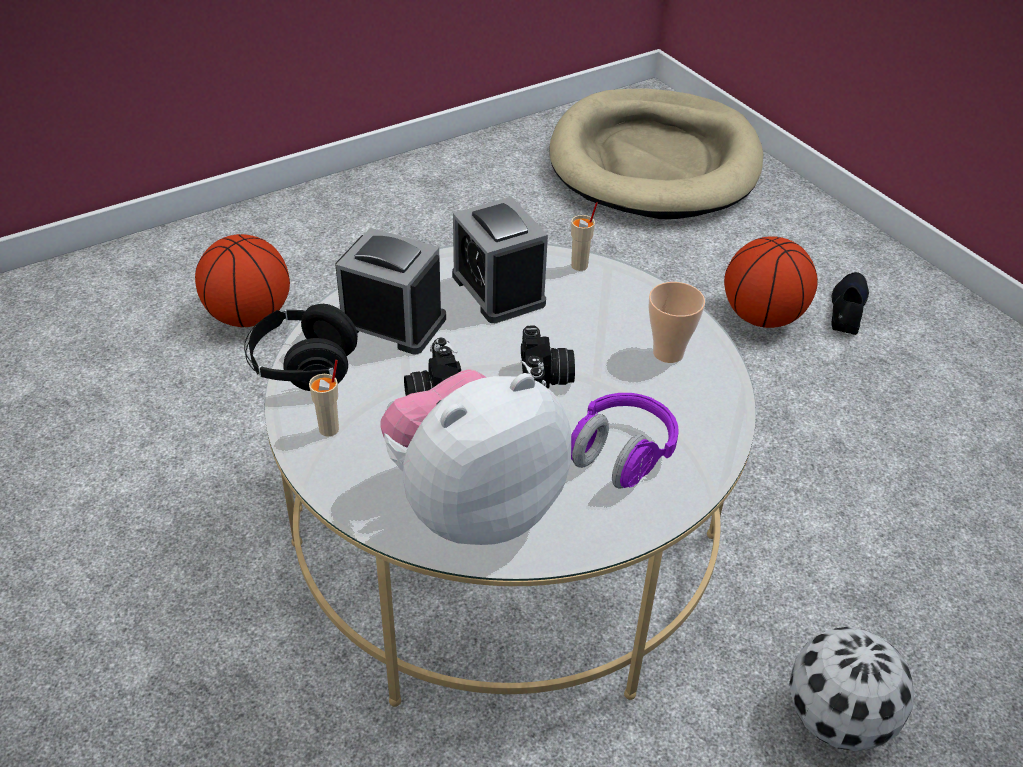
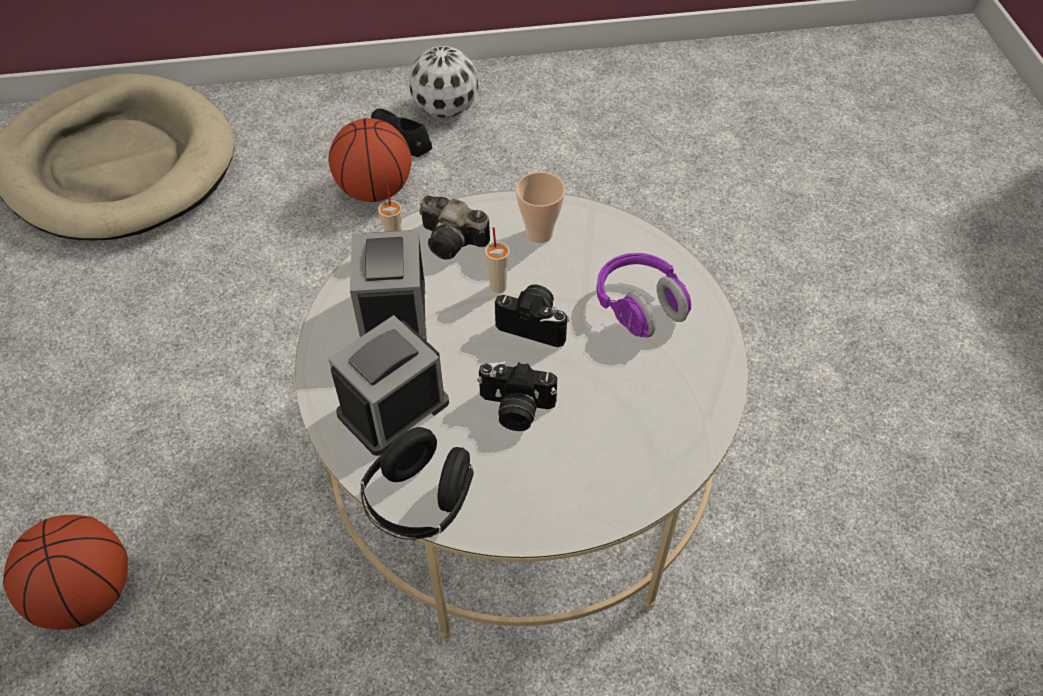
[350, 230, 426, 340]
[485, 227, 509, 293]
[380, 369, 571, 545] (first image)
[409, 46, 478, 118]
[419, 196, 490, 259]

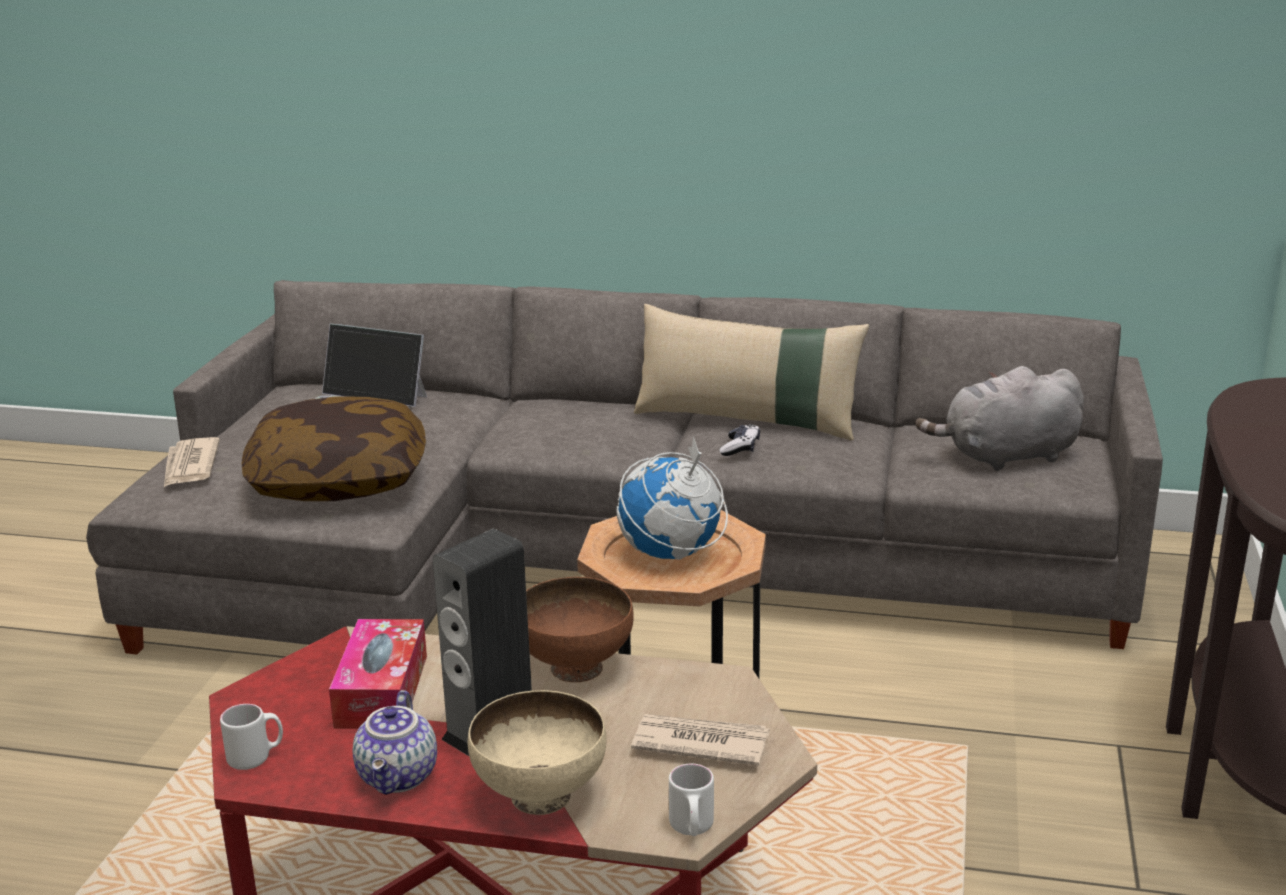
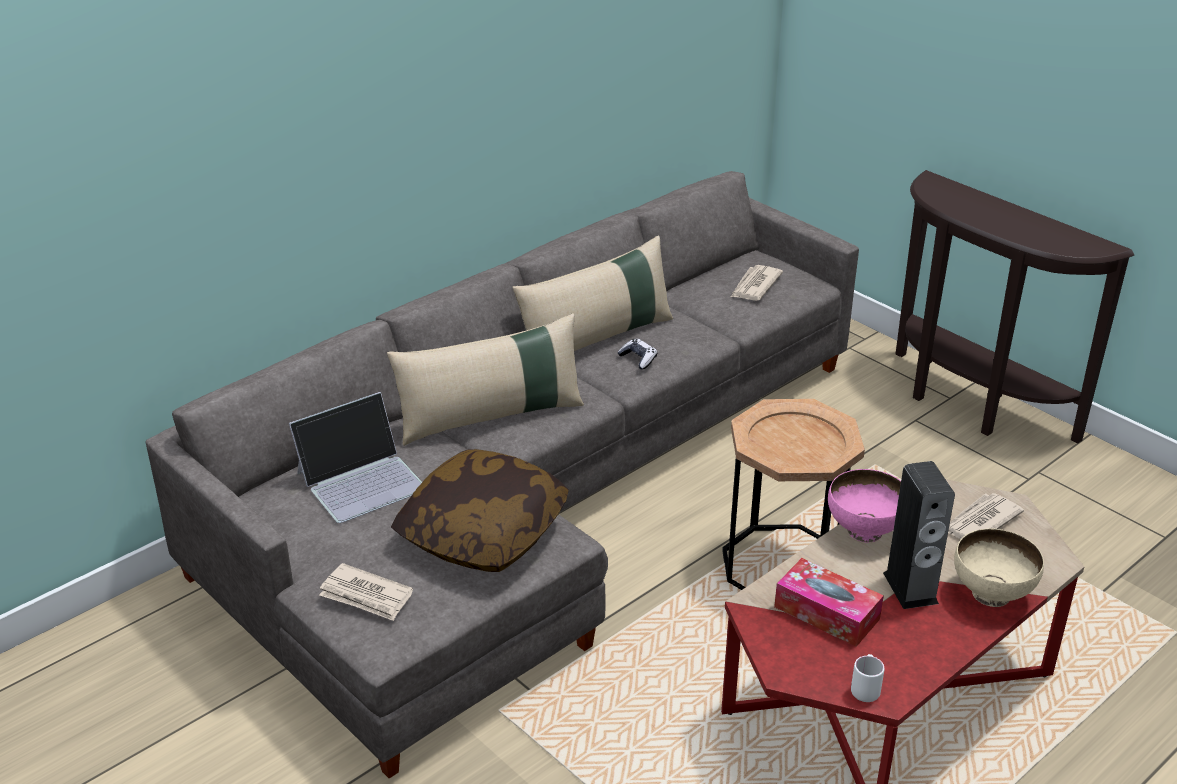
[731, 265, 783, 301]
[616, 436, 728, 560] (first image)
[828, 469, 901, 542]
[353, 690, 437, 795] (first image)
[669, 764, 714, 836] (first image)
[387, 313, 584, 446]

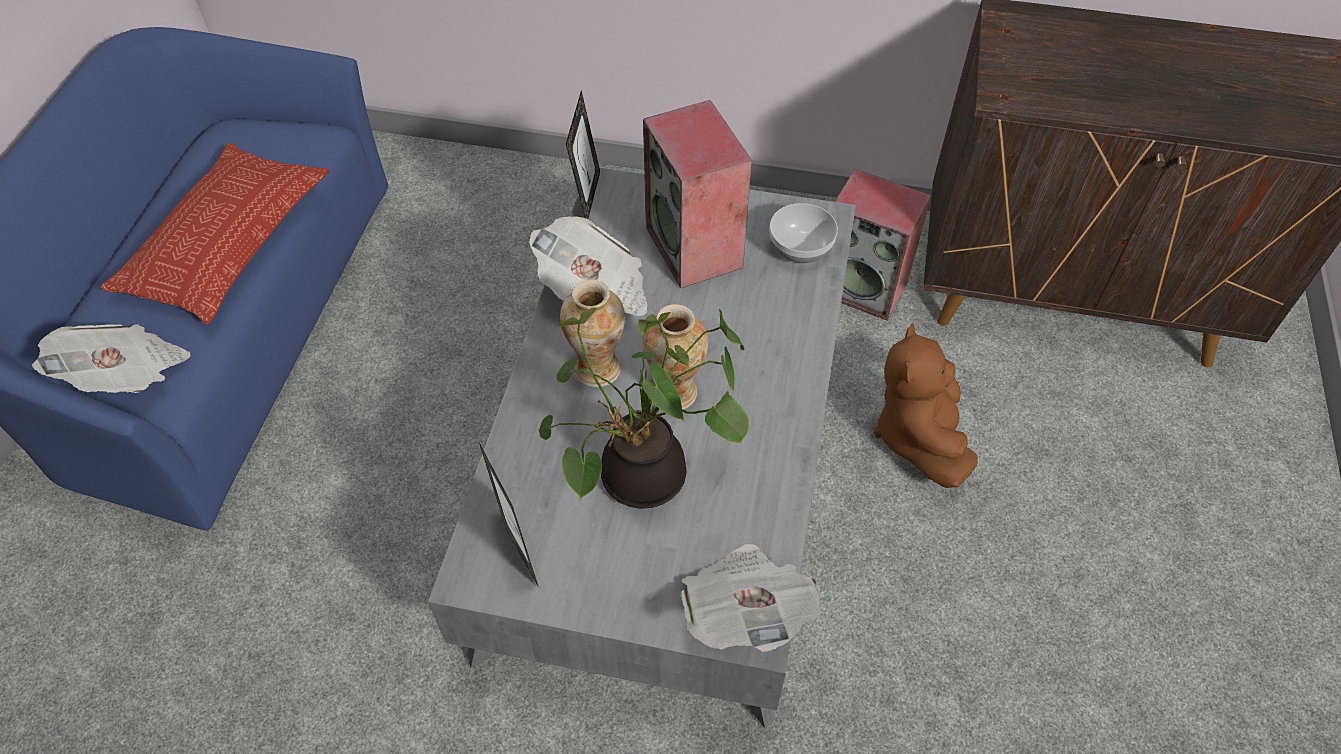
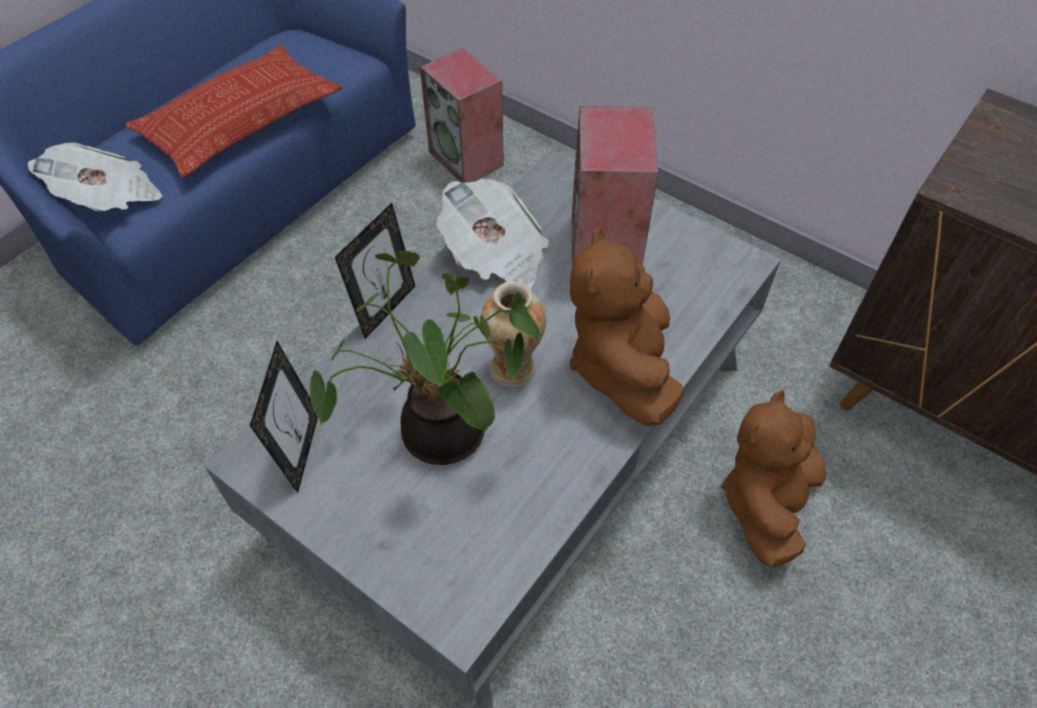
[335, 203, 415, 339]
[420, 48, 504, 183]
[770, 203, 838, 263] (first image)
[560, 280, 625, 387] (first image)
[681, 544, 821, 652] (first image)
[570, 227, 683, 426]

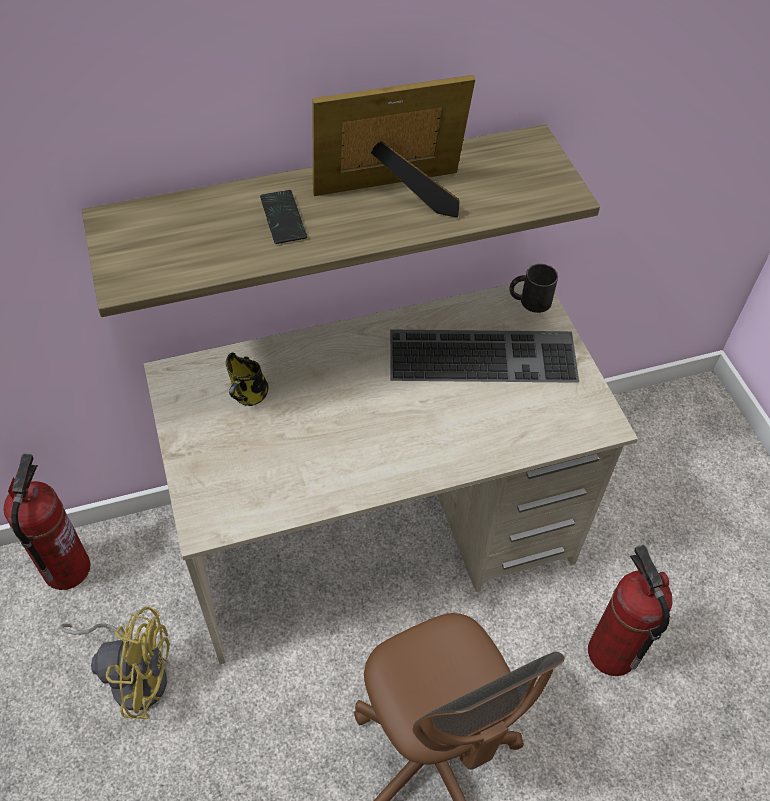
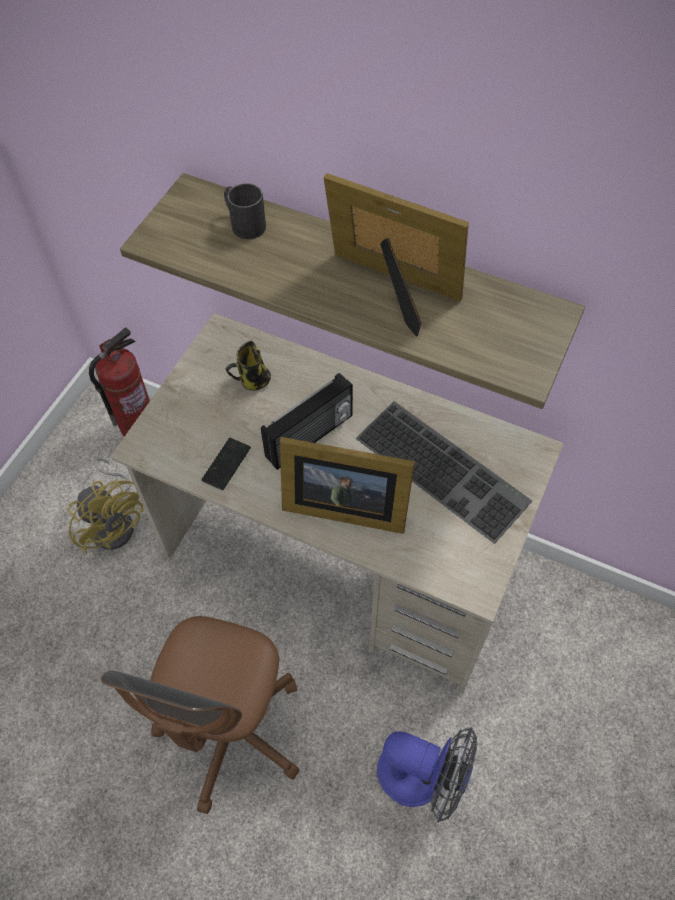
[201, 438, 251, 490]
[224, 183, 266, 239]
[377, 727, 477, 823]
[261, 373, 353, 470]
[280, 437, 415, 534]

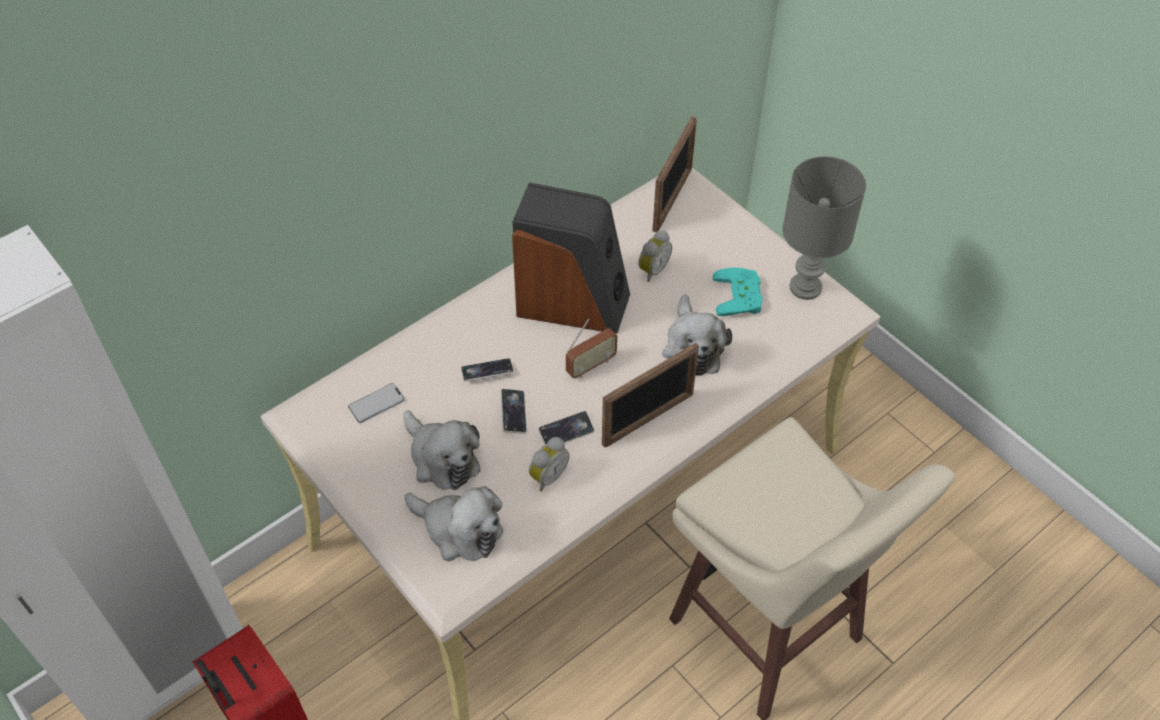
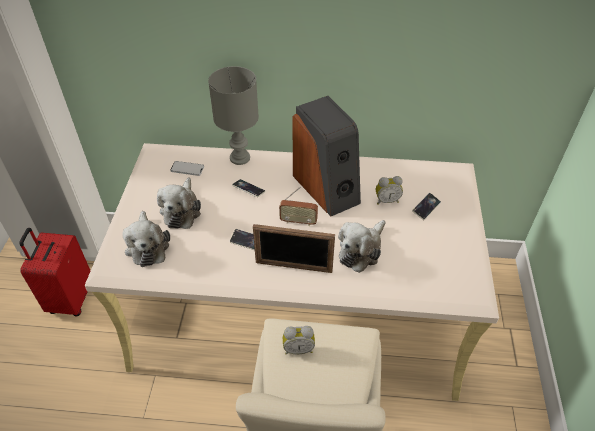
[652, 116, 697, 232] (first image)
[208, 66, 259, 165]
[713, 268, 763, 316] (first image)
[412, 193, 441, 220]
[283, 326, 315, 354]

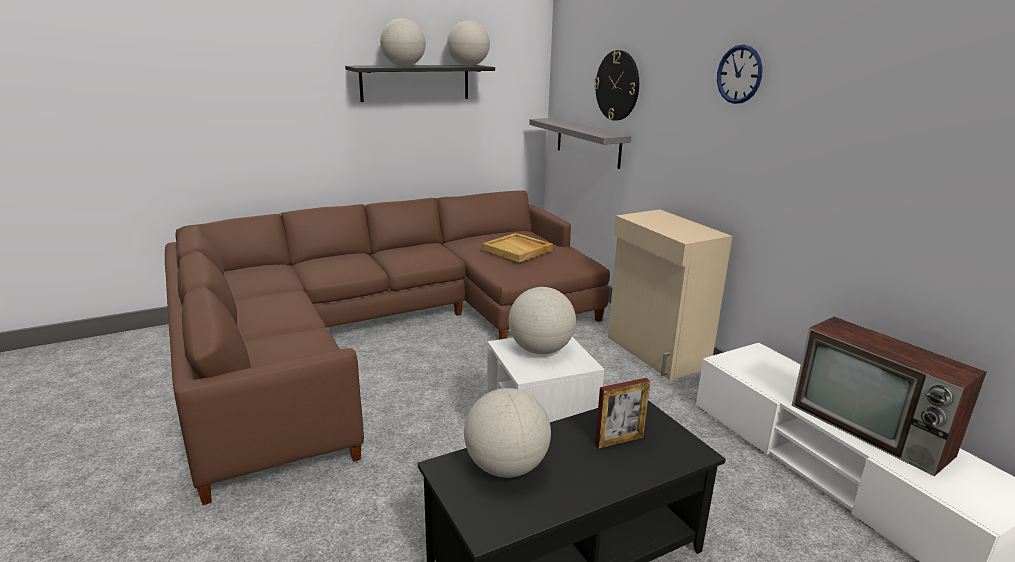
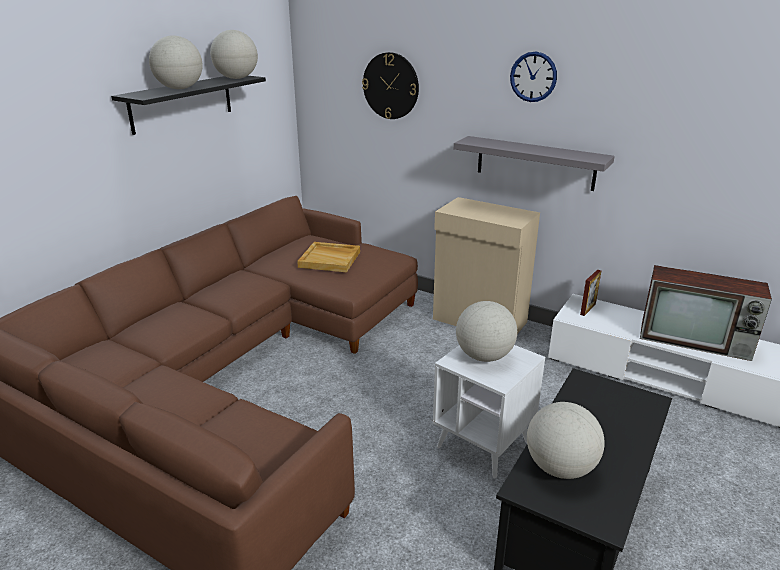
[454, 136, 615, 191]
[580, 270, 601, 316]

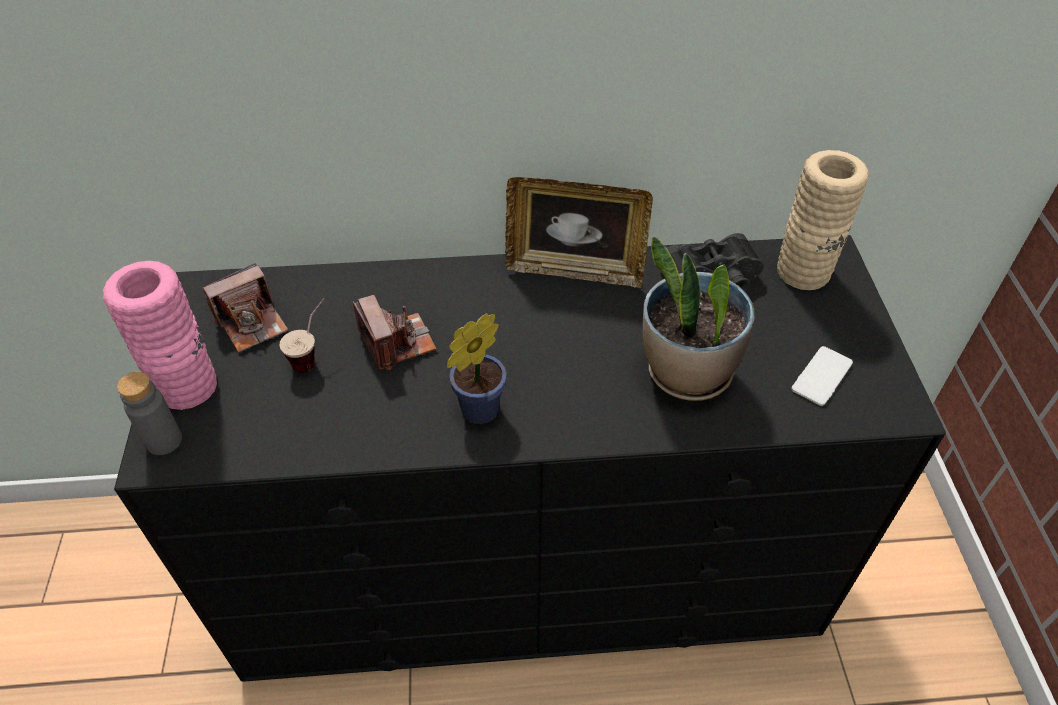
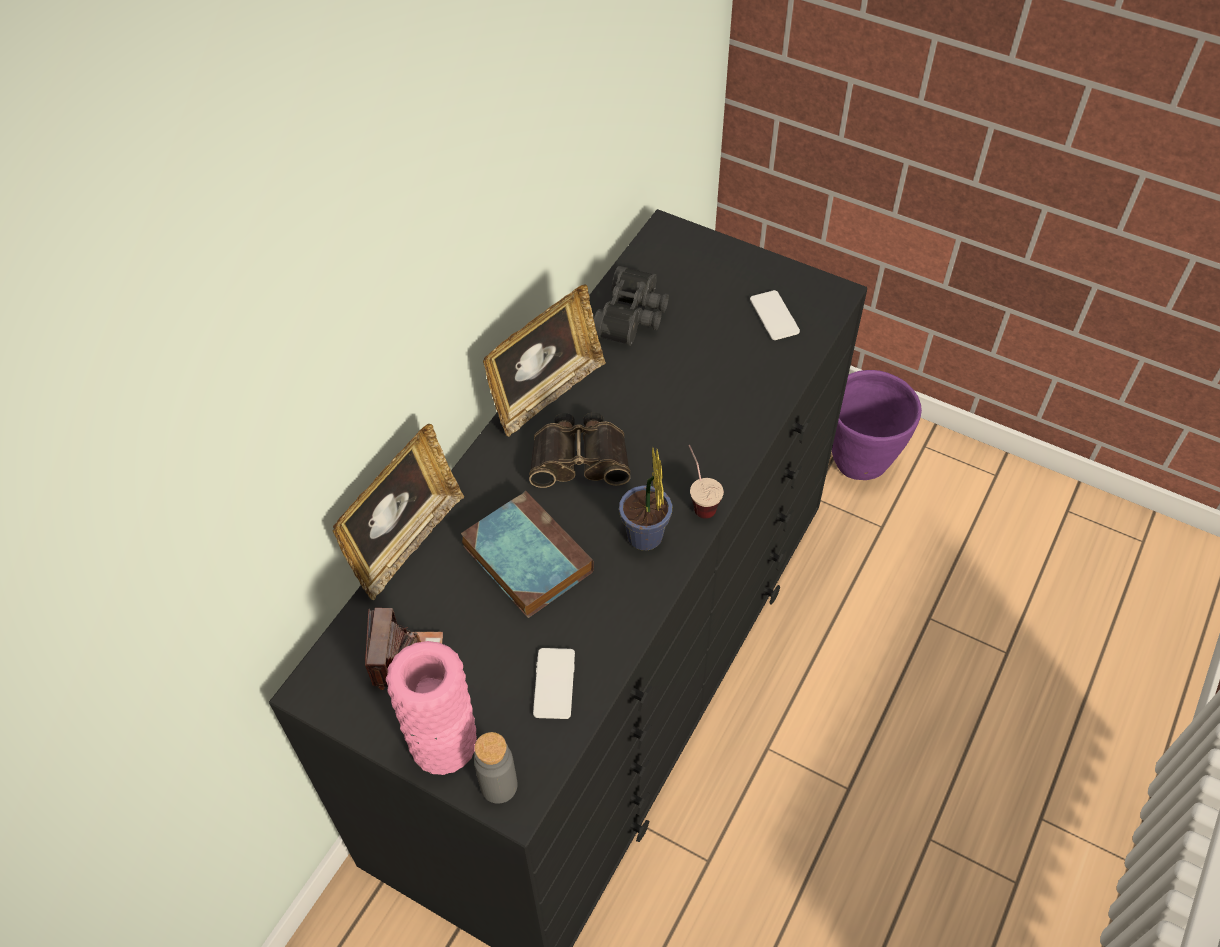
[777, 150, 869, 290] (first image)
[643, 236, 755, 401] (first image)
[461, 491, 594, 618]
[688, 445, 724, 519]
[832, 370, 922, 480]
[529, 412, 630, 488]
[333, 424, 464, 600]
[533, 648, 575, 719]

